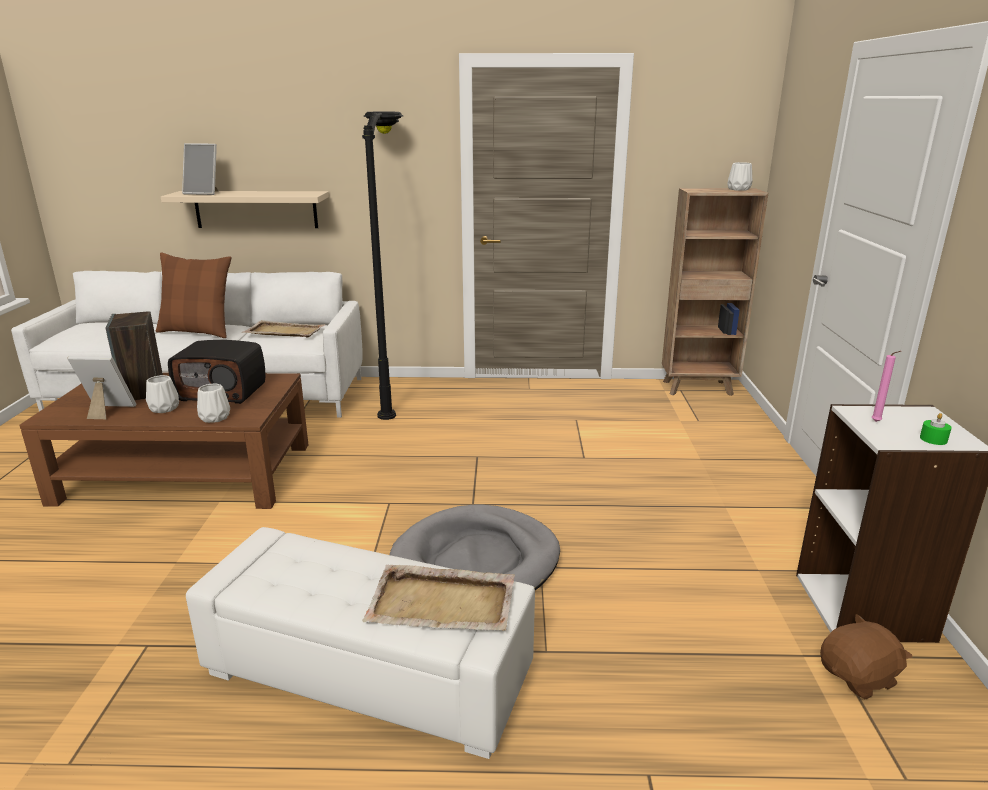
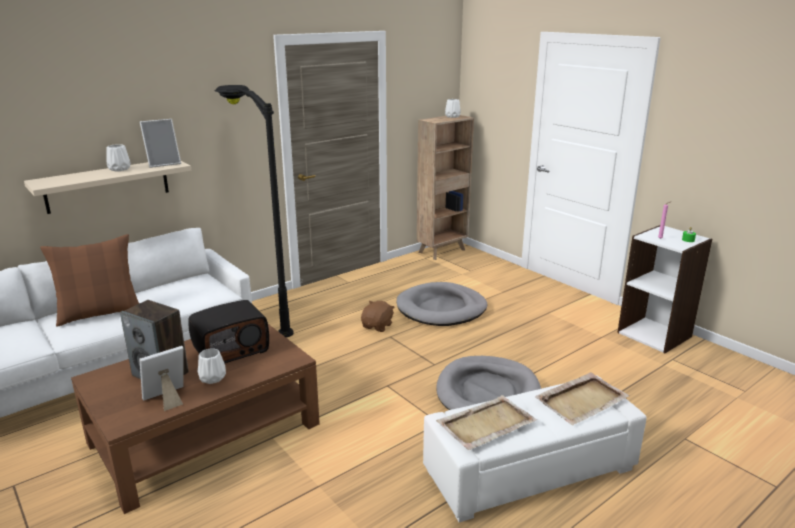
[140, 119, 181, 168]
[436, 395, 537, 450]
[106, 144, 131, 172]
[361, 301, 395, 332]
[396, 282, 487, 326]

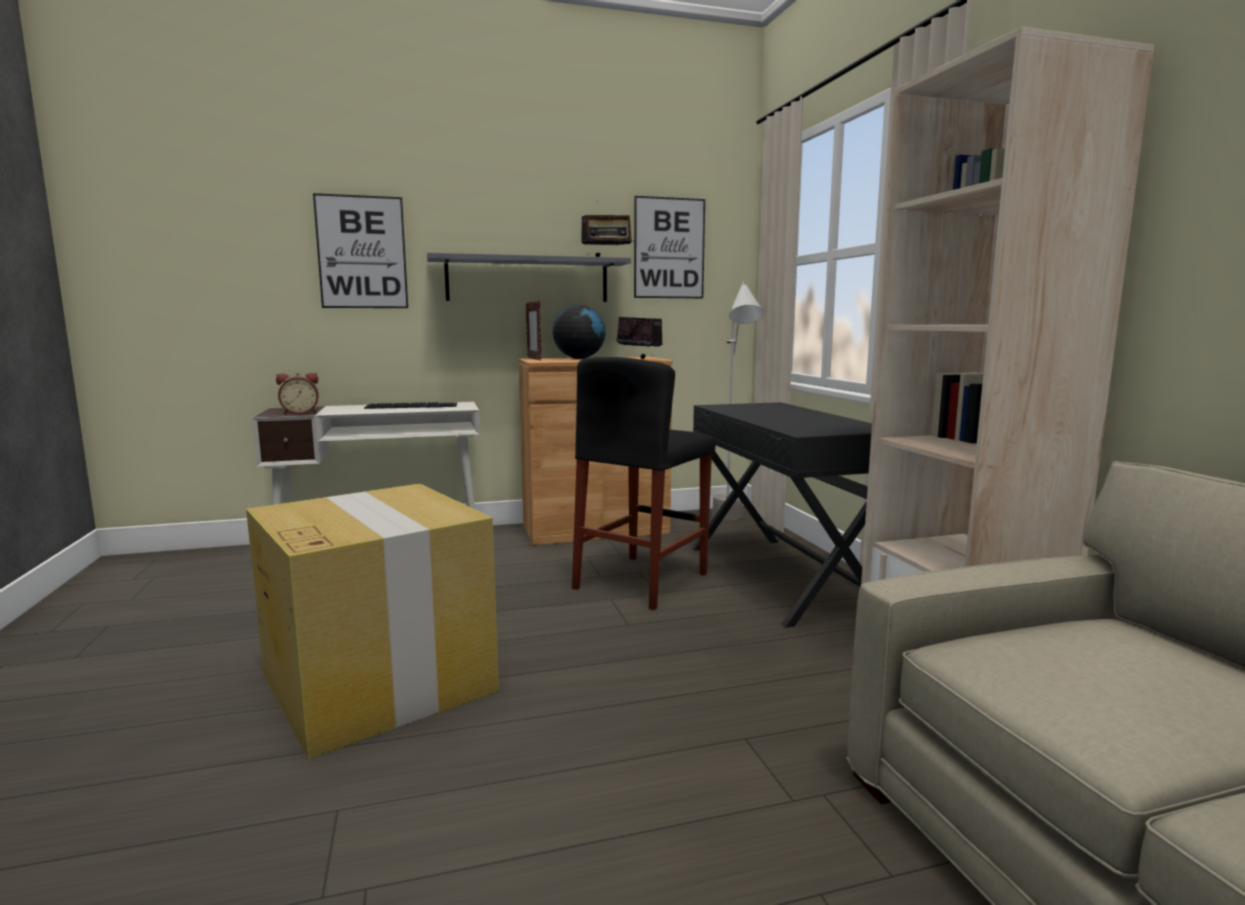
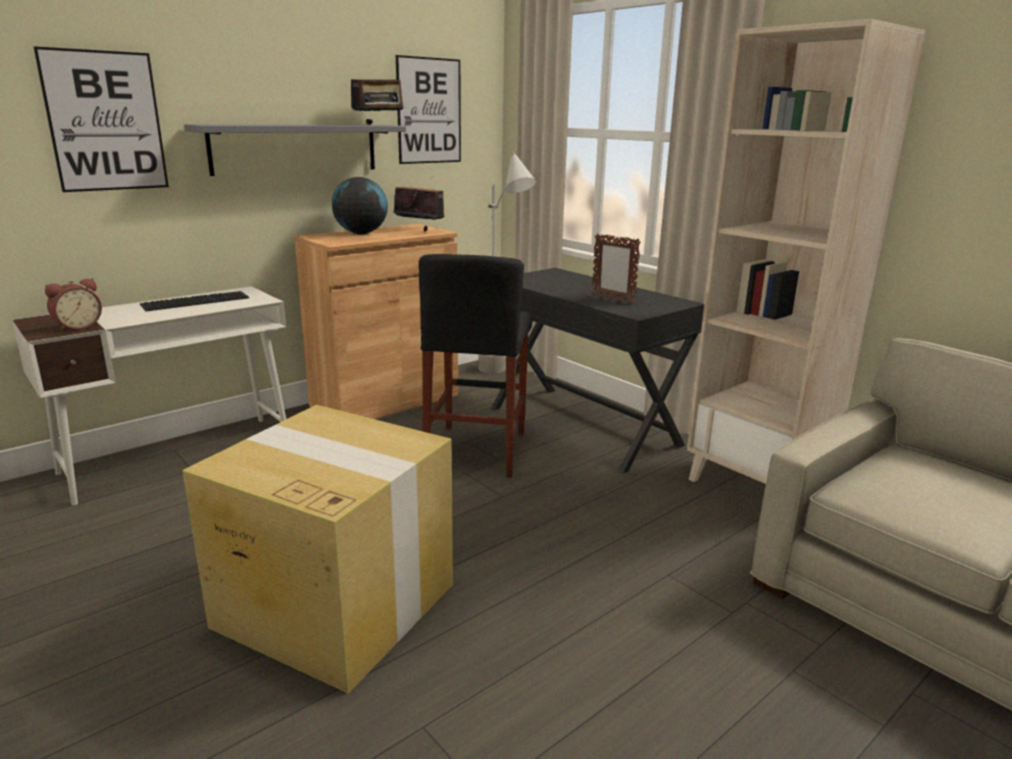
[592, 234, 641, 304]

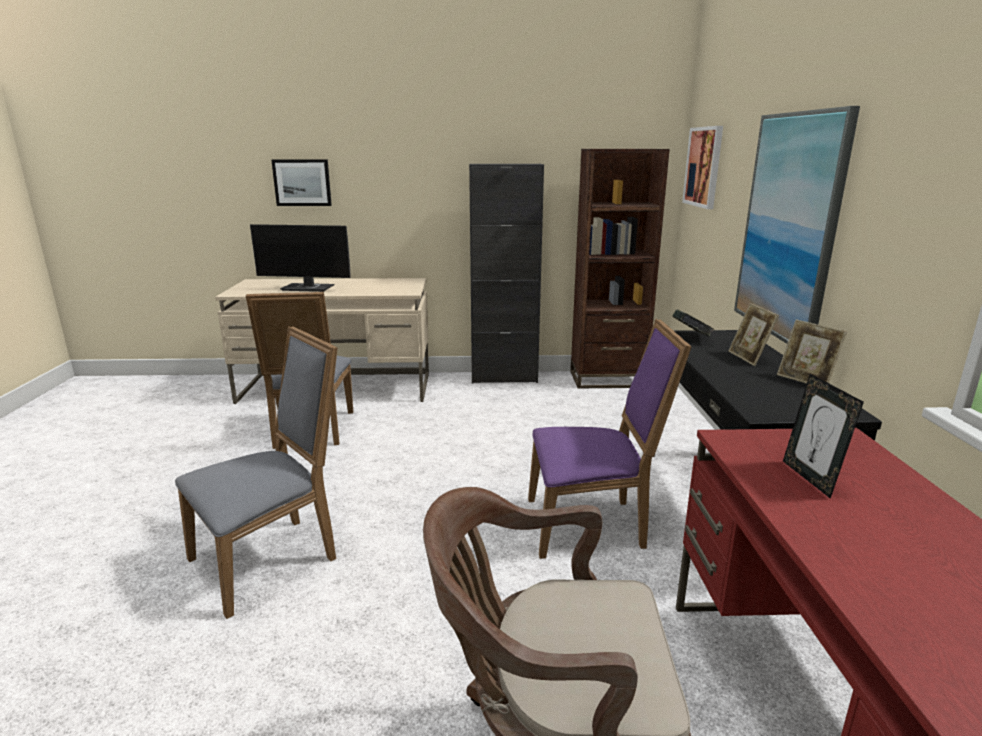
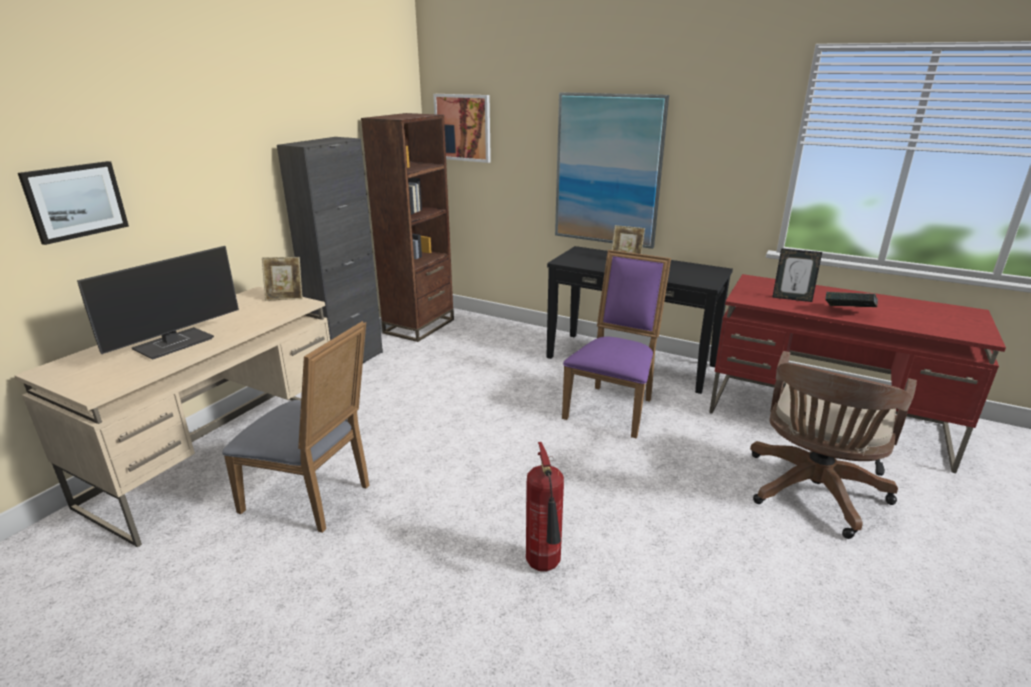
[825, 292, 878, 307]
[262, 257, 303, 301]
[526, 442, 564, 571]

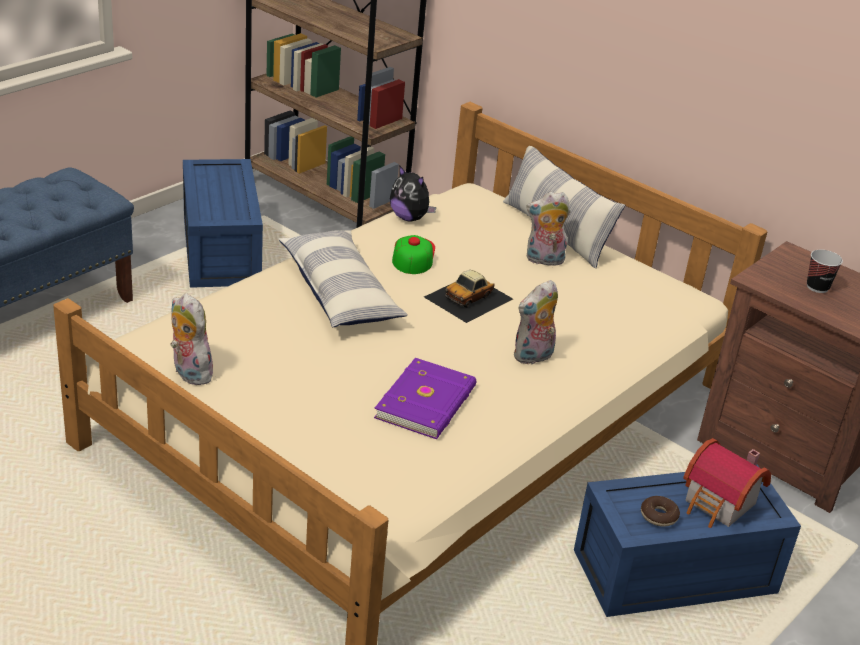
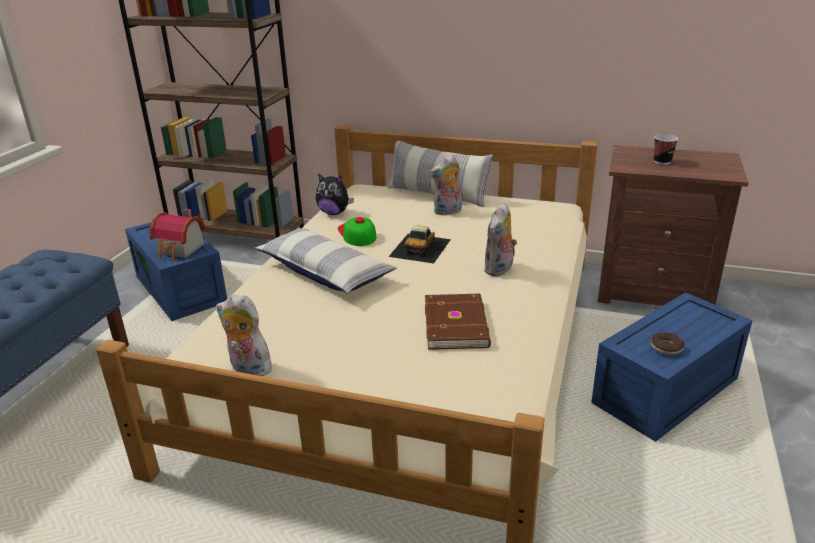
[425, 294, 491, 350]
[150, 209, 206, 261]

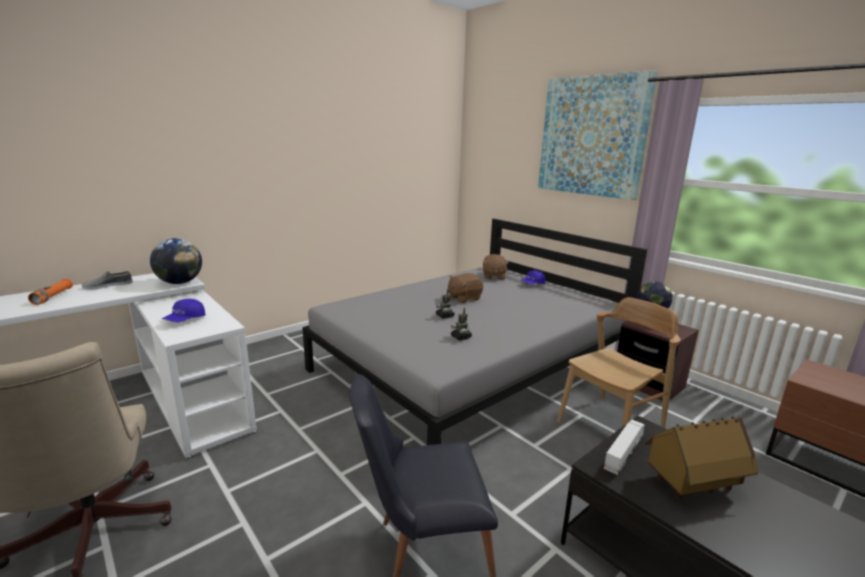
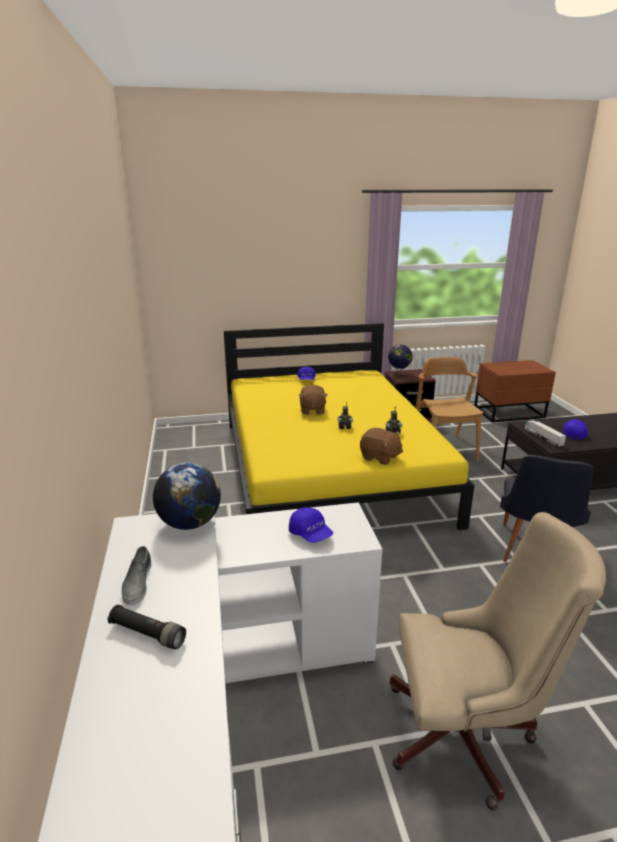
[538, 70, 658, 200] (first image)
[224, 323, 475, 530]
[360, 428, 403, 465]
[107, 605, 186, 649]
[563, 419, 588, 439]

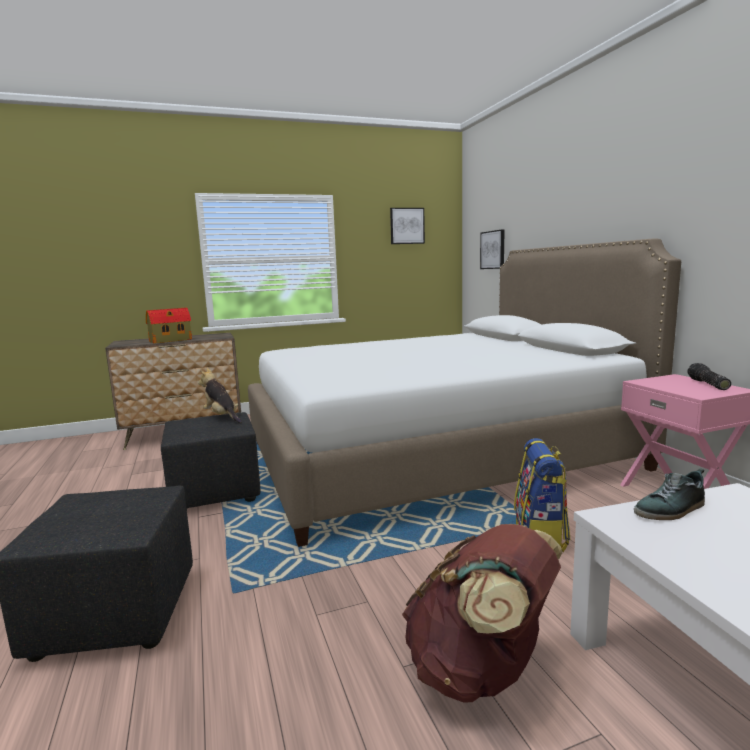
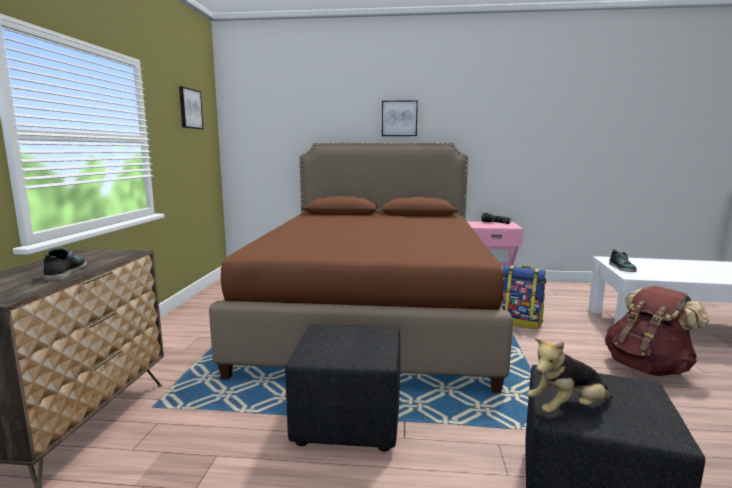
[382, 100, 418, 136]
[209, 142, 513, 393]
[44, 248, 87, 282]
[527, 338, 612, 413]

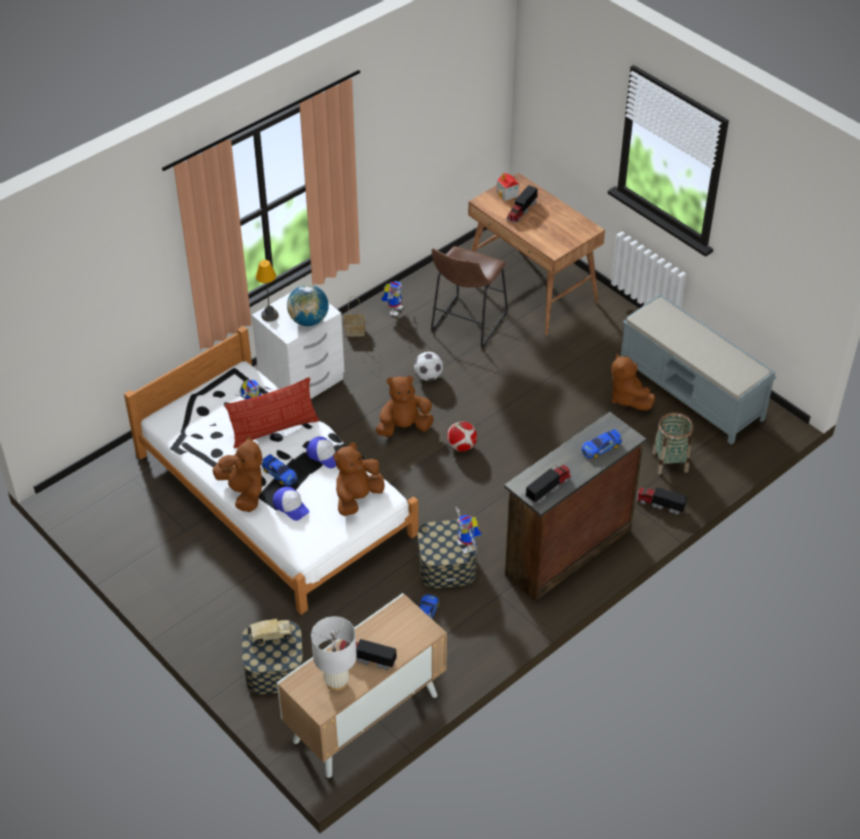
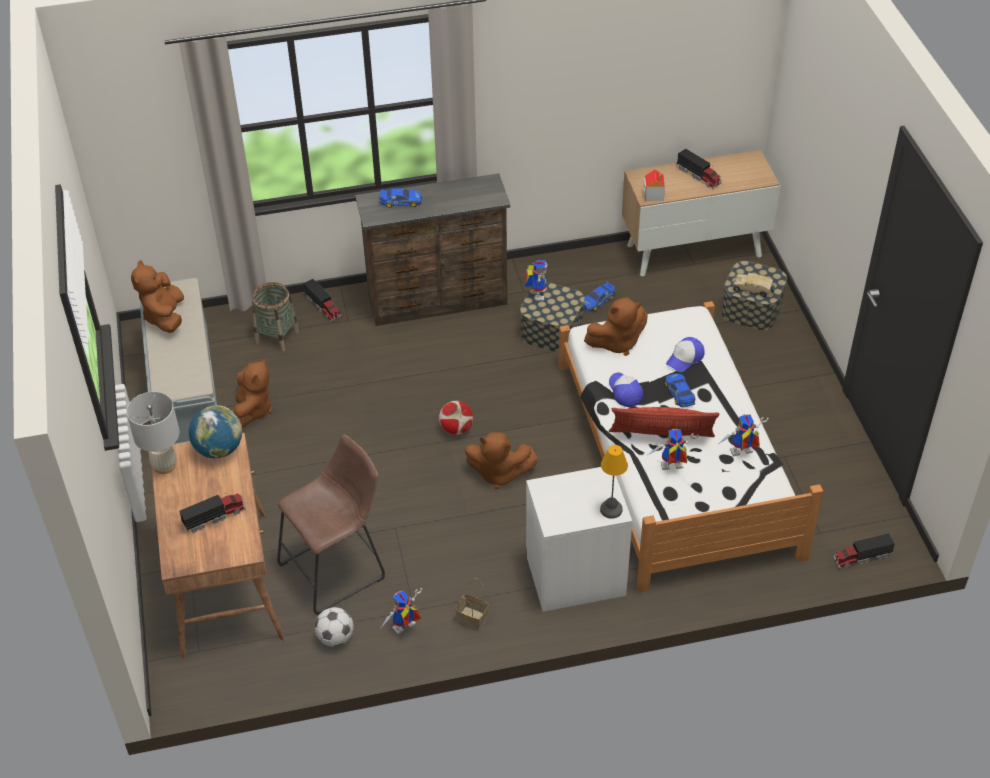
[643, 169, 665, 201]
[189, 405, 242, 459]
[315, 607, 354, 647]
[131, 260, 184, 333]
[833, 533, 895, 568]
[666, 337, 705, 372]
[126, 392, 180, 474]
[720, 414, 769, 456]

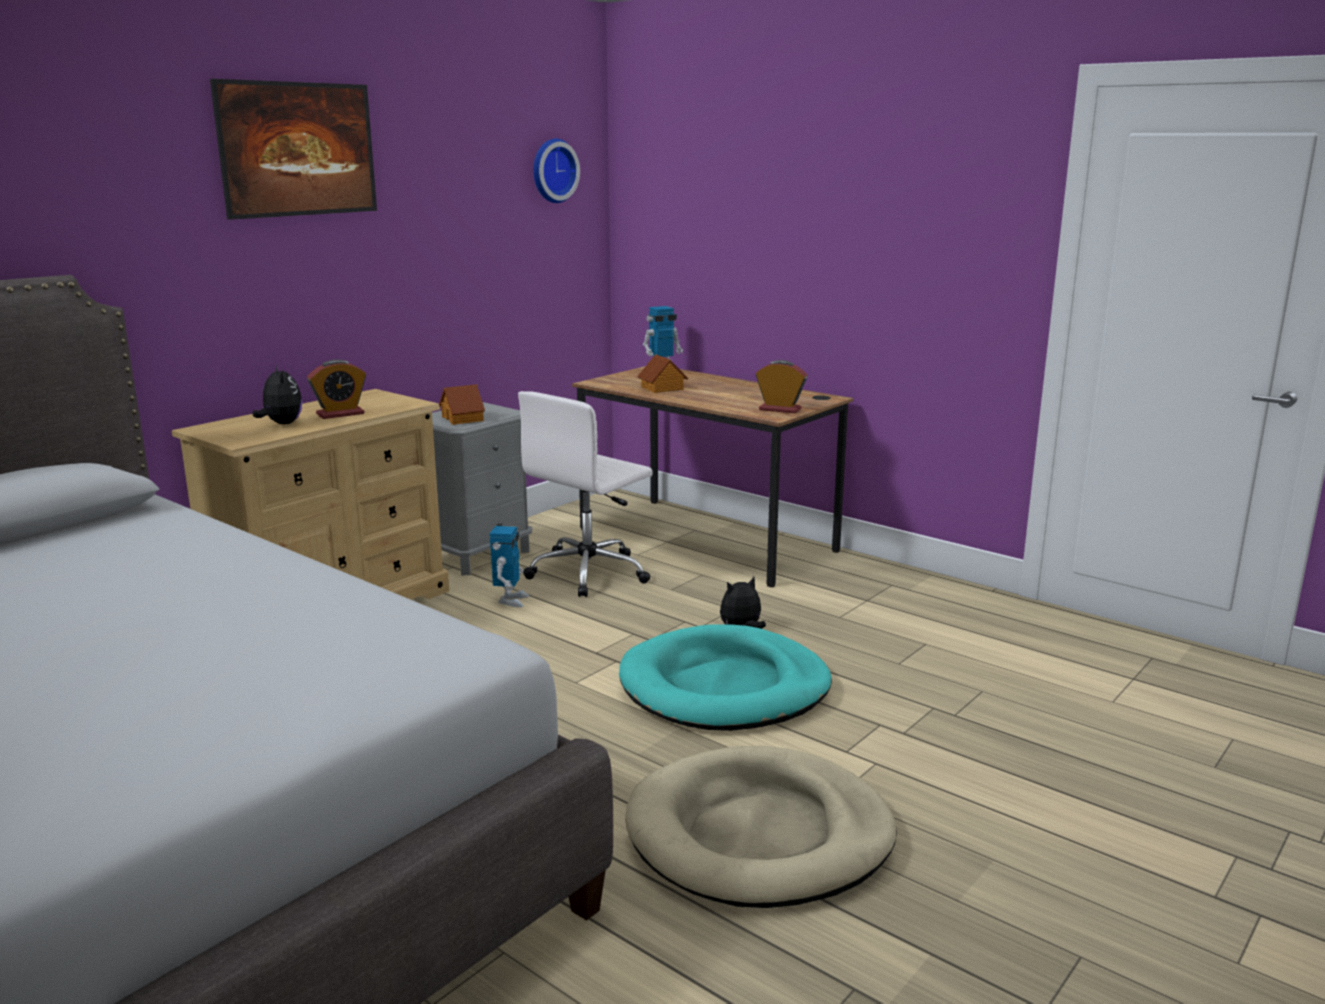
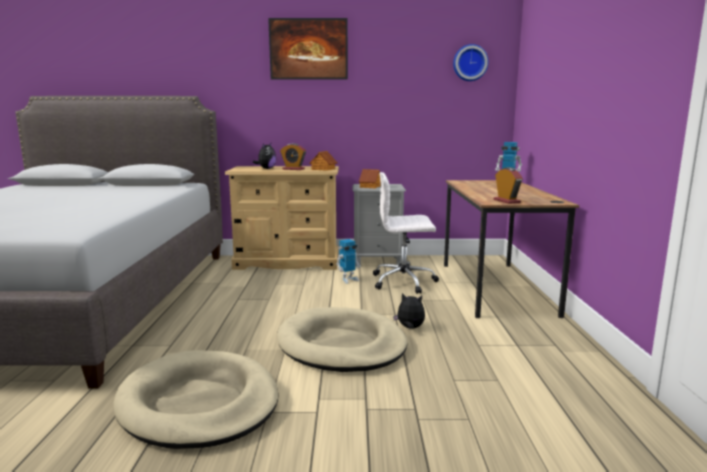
[309, 151, 337, 171]
[277, 307, 407, 372]

